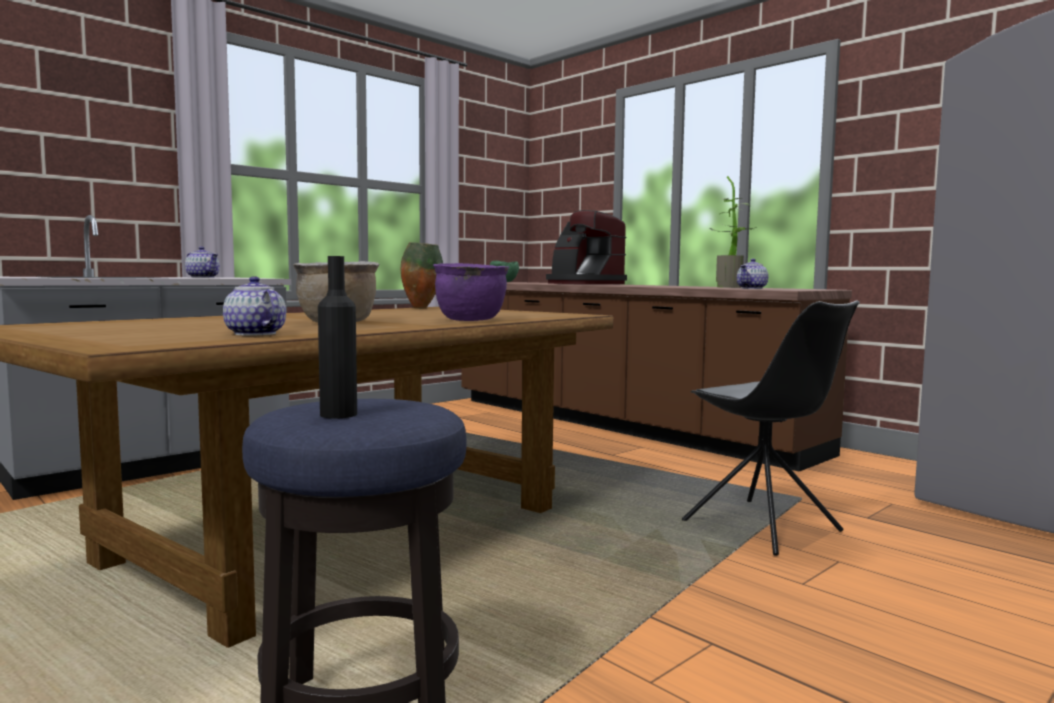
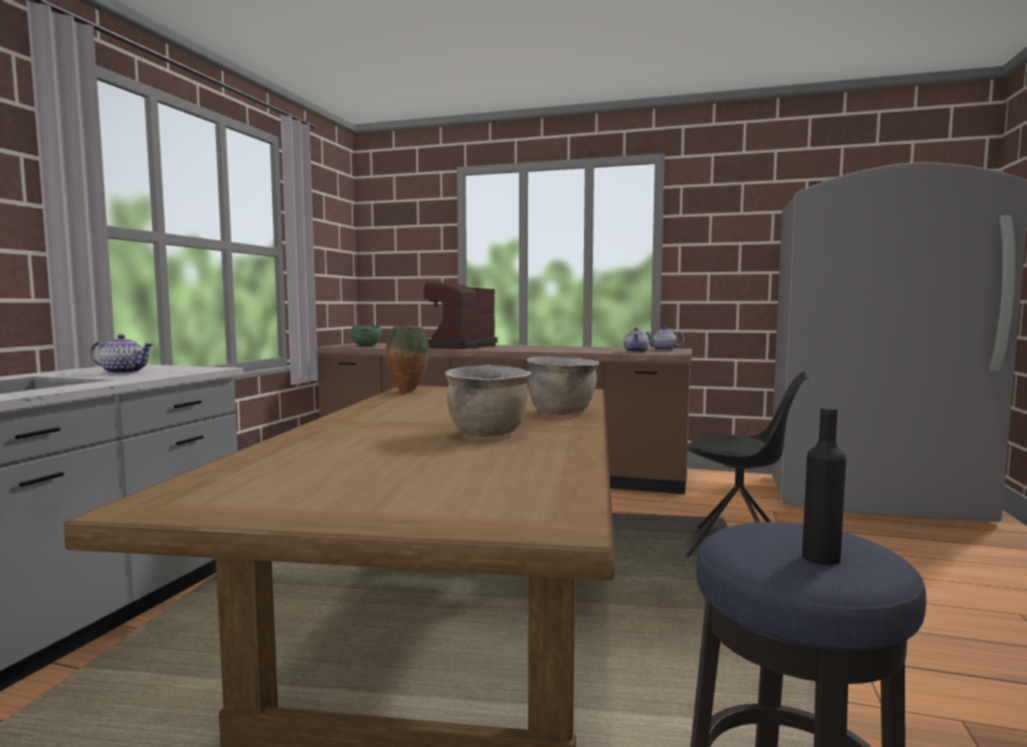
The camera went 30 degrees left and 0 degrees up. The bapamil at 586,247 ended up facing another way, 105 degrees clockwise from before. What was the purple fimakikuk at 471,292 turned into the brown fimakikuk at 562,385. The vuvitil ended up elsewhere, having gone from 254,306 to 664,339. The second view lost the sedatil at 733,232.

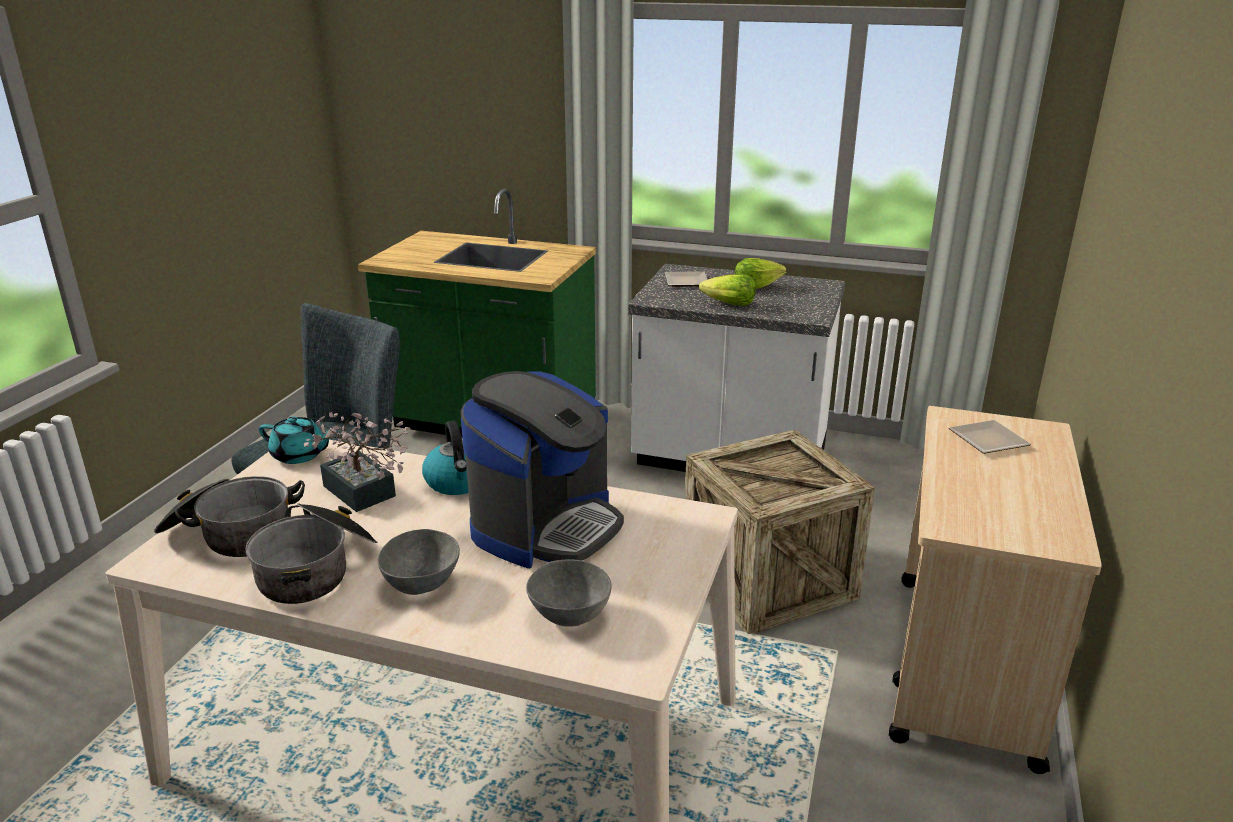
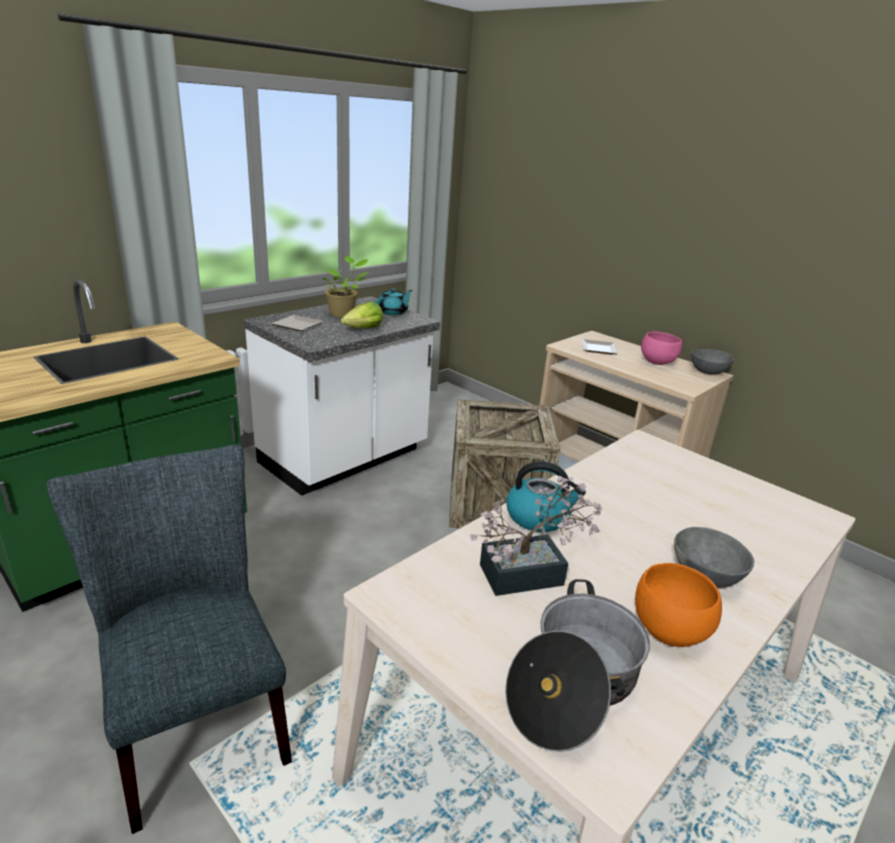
The camera went 65 degrees left and 0 degrees up. Where the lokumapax stood at 760,273, the sedatil came to stand at 345,287. The turquoise vuvitil ended up elsewhere, having gone from 294,440 to 393,301. Where the fimakikuk stood at 311,553, the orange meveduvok came to stand at 678,605. The second view gained the pink meveduvok at 661,348. The grey meveduvok ended up elsewhere, having gone from 569,593 to 712,362. The second view lost the bapamil at 542,470.

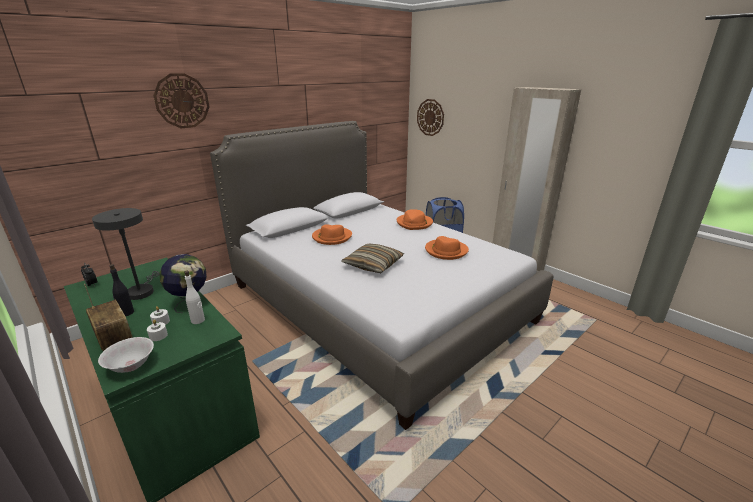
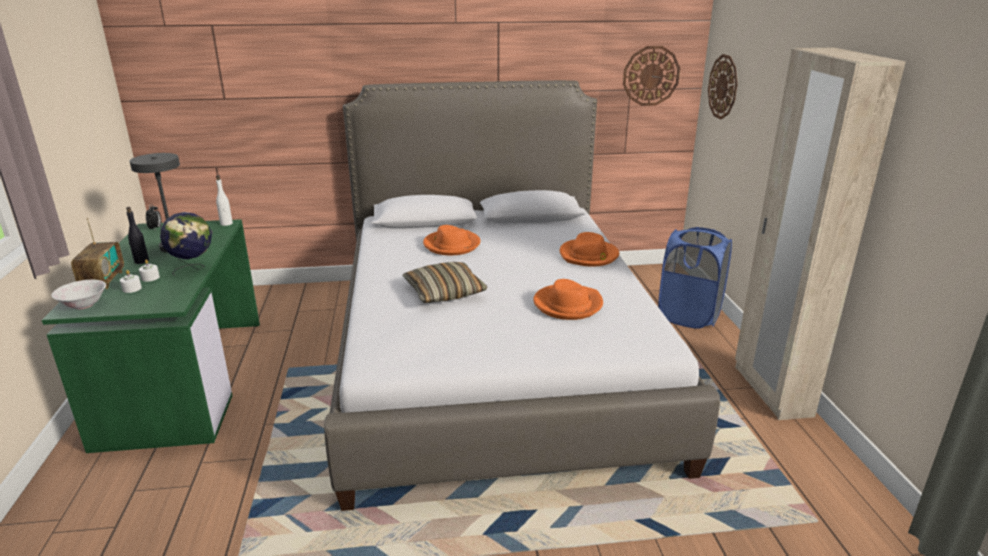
The camera went 35 degrees right and 0 degrees up. The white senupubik ended up elsewhere, having gone from 194,297 to 224,200. The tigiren ended up elsewhere, having gone from 181,100 to 651,76.

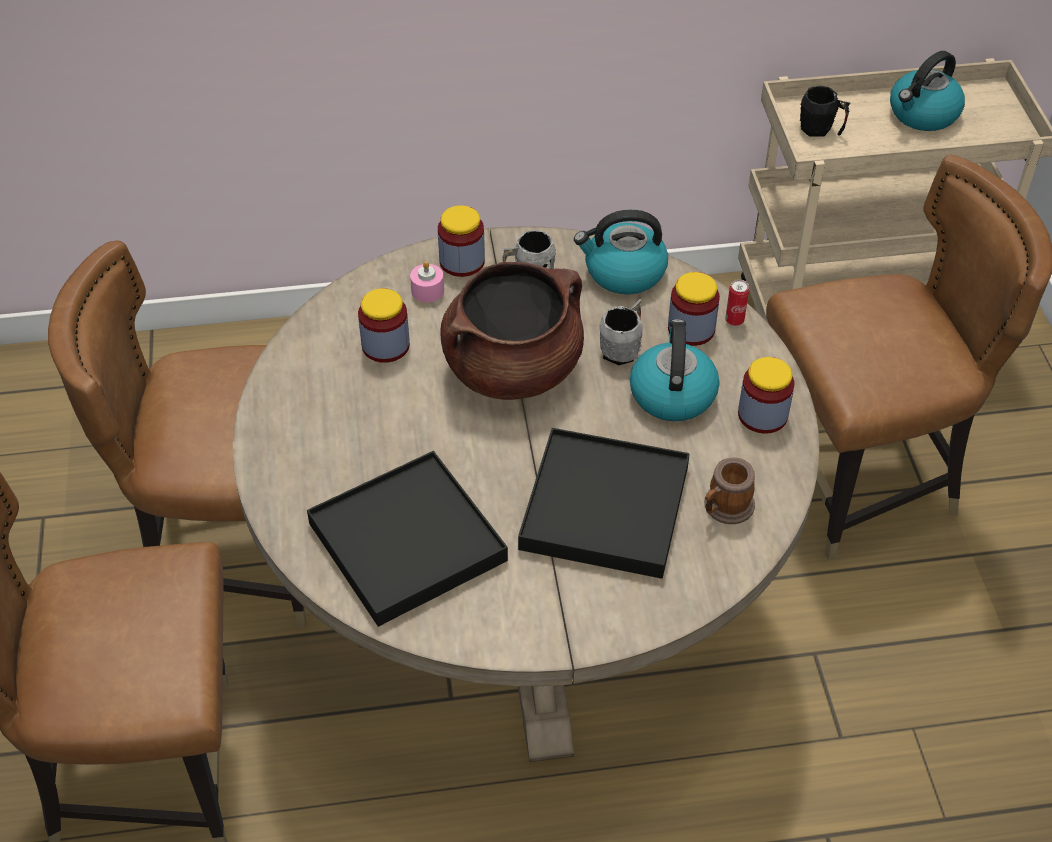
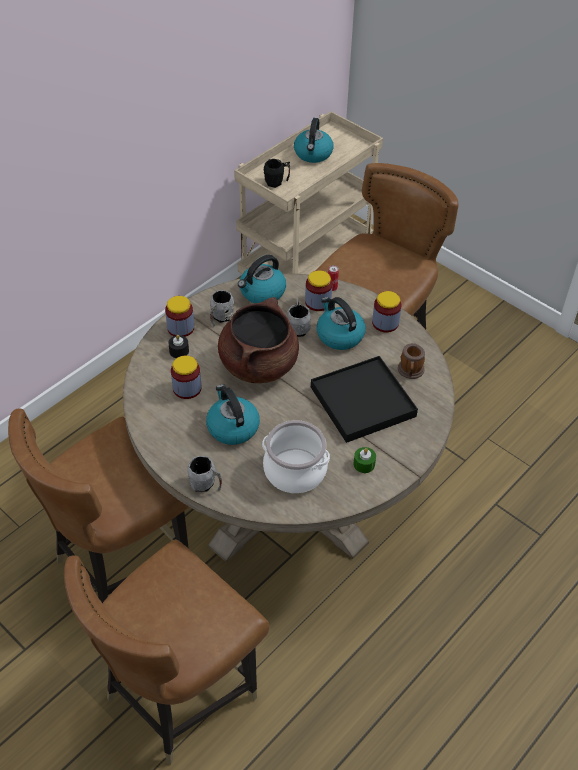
The camera went 40 degrees left and 0 degrees up. What was the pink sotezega at 427,281 turned into the black sotezega at 178,346. The second view gained the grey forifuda at 204,473. The second view gained the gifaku at 233,414. Where the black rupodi stood at 407,539, the fimakikuk came to stand at 296,456. The second view gained the green sotezega at 364,460.

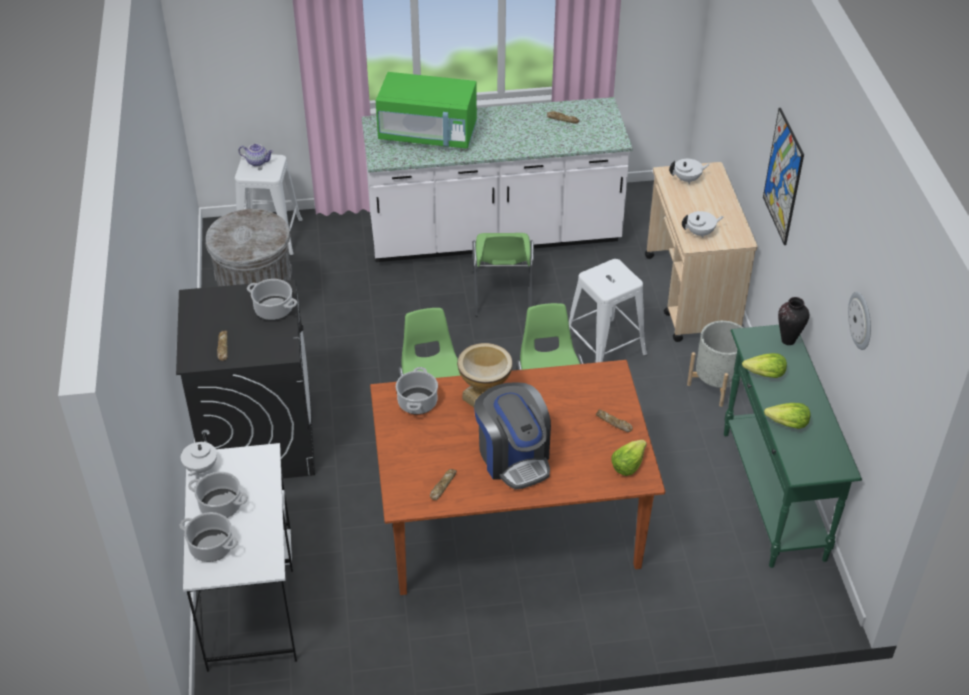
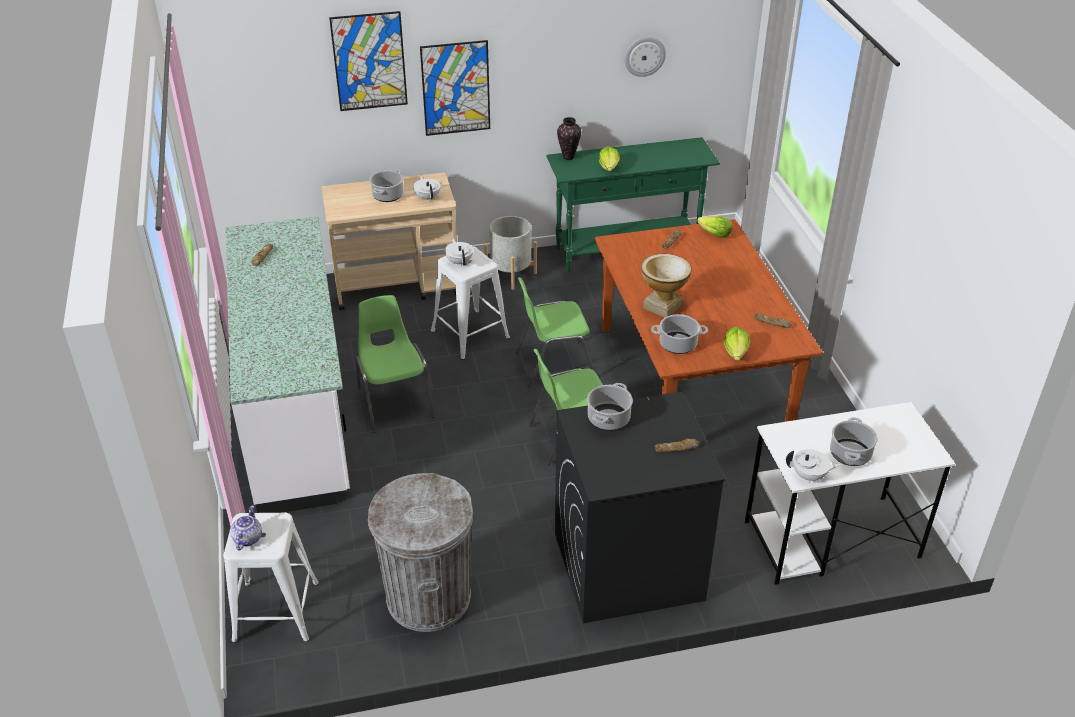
The camera went 95 degrees left and 5 degrees down. The second view gained the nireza at 368,61. The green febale at 503,274 ended up facing another way, 105 degrees counterclockwise from before. The fimakikuk ended up elsewhere, having gone from 208,537 to 386,186. The white vuvitil ended up elsewhere, having gone from 689,171 to 459,252. The lokumapax ended up elsewhere, having gone from 787,416 to 737,344. The second view lost the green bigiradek at 426,110. The second view lost the bapamil at 512,436.

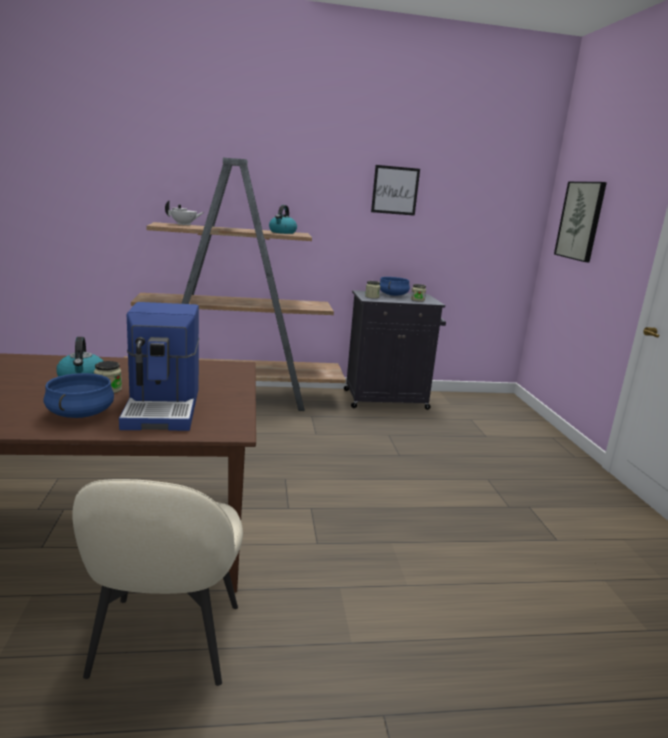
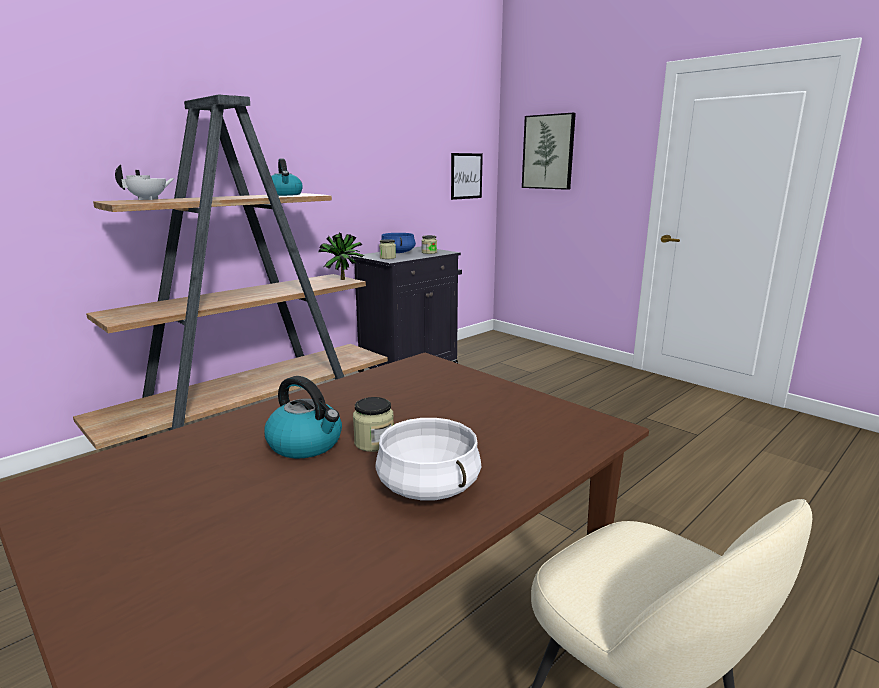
The camera went 35 degrees left and 0 degrees up. The second view gained the sedatil at 341,256. What was the blue fimakikuk at 78,395 turned into the white fimakikuk at 428,459. The nireza ended up elsewhere, having gone from 395,190 to 467,176. The second view lost the bapamil at 159,366.

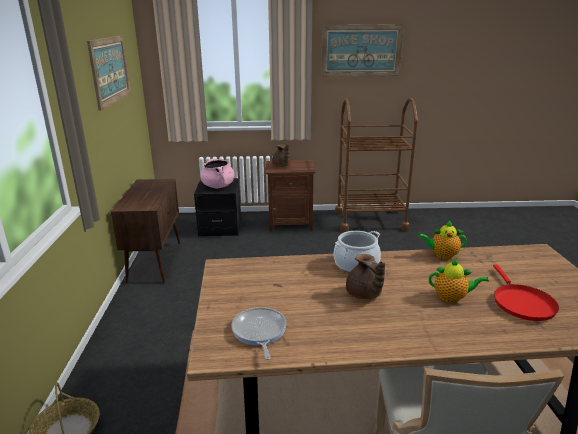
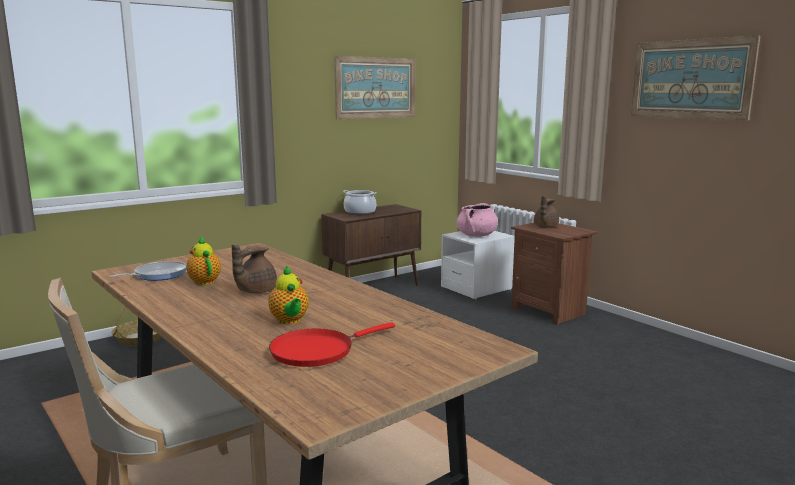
The camera went 55 degrees right and 10 degrees down. The vuvitil ended up elsewhere, having gone from 442,240 to 203,260. The fimakikuk ended up elsewhere, having gone from 357,252 to 360,202. What was the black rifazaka at 217,207 turned into the white rifazaka at 478,265. The second view lost the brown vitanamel at 376,165.

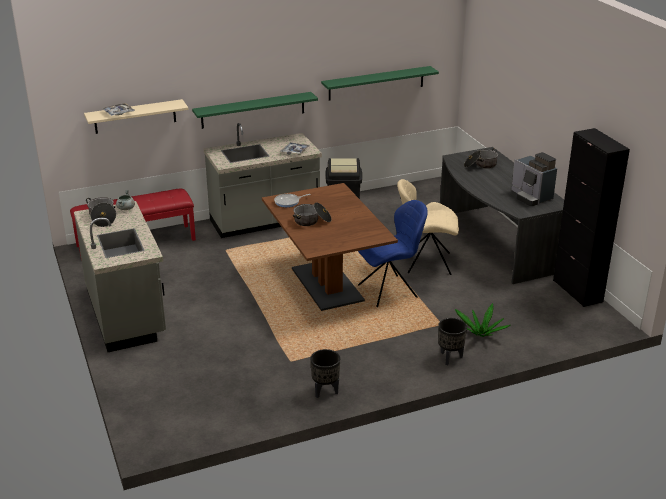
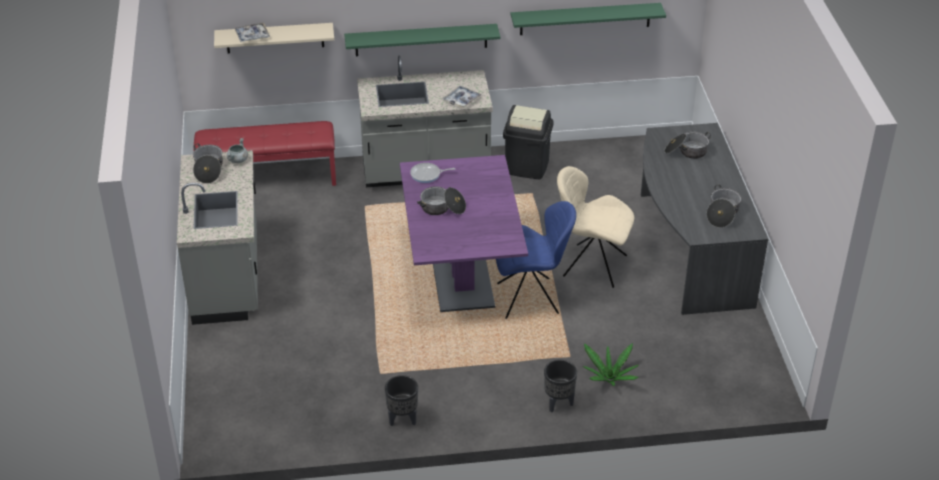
The camera went 15 degrees right and 10 degrees up. What was the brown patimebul at 330,247 turned into the purple patimebul at 464,233. Where the bapamil stood at 534,179, the fimakikuk came to stand at 724,206. The second view lost the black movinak at 591,217.

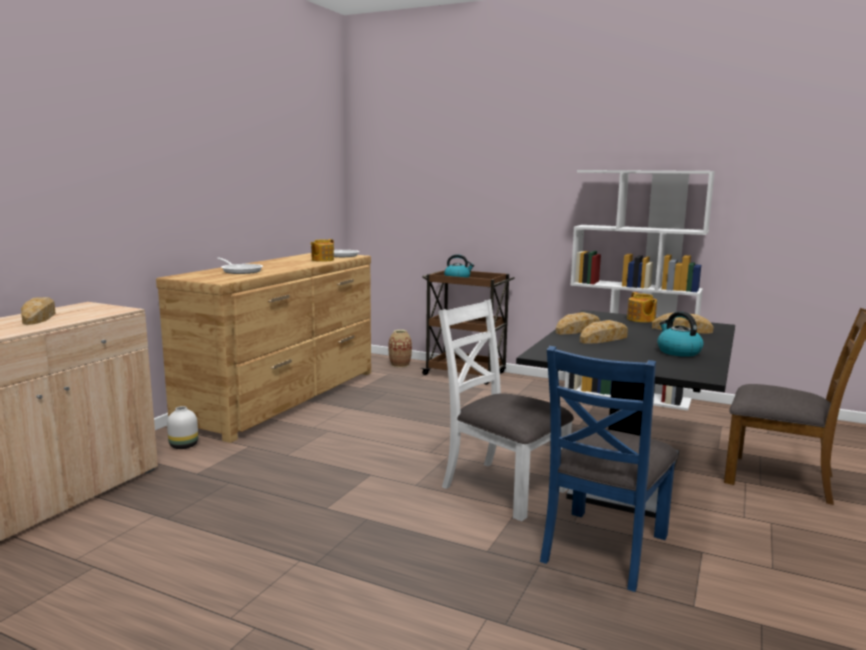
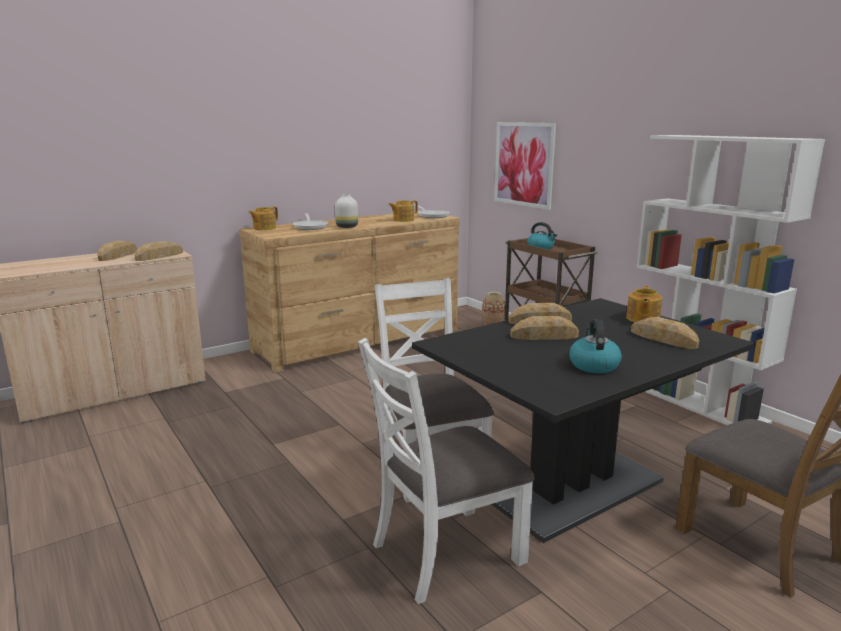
The camera went 30 degrees right and 5 degrees up. The second view gained the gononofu at 158,251. The second view gained the vuvitil at 263,218. The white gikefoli ended up elsewhere, having gone from 182,427 to 346,211. What was the blue febale at 609,469 turned into the white febale at 446,471. The second view gained the nireza at 525,166.

